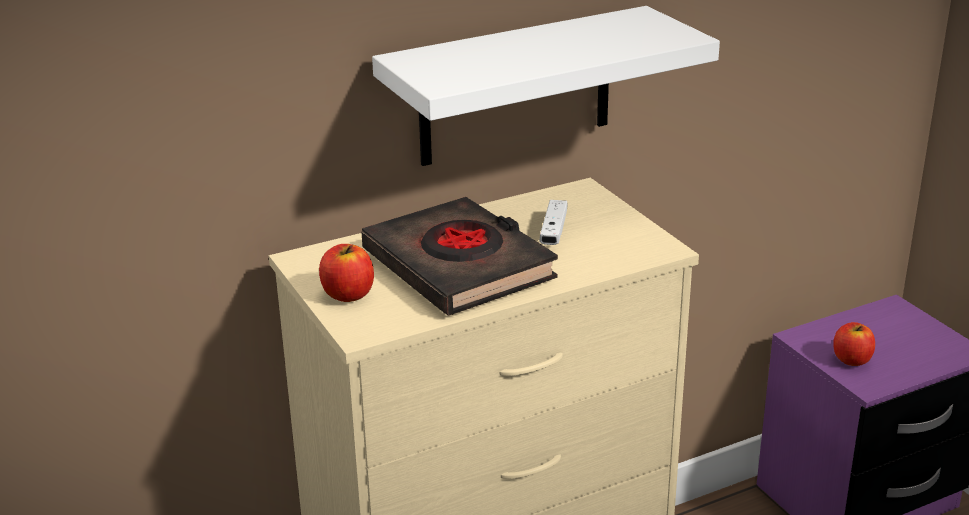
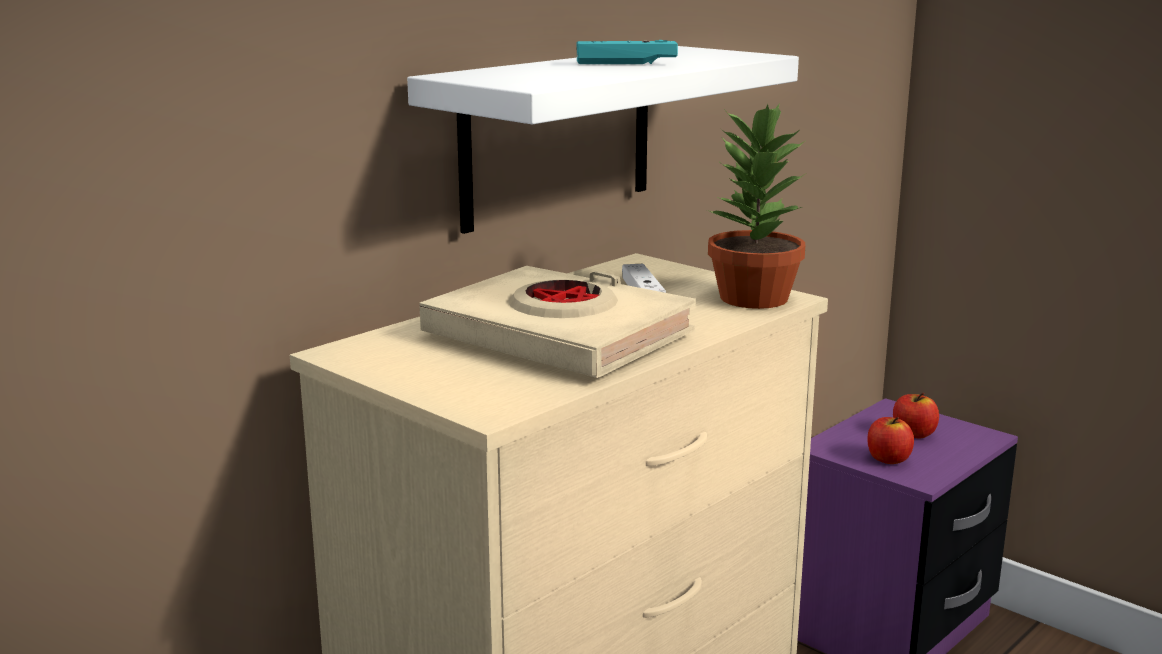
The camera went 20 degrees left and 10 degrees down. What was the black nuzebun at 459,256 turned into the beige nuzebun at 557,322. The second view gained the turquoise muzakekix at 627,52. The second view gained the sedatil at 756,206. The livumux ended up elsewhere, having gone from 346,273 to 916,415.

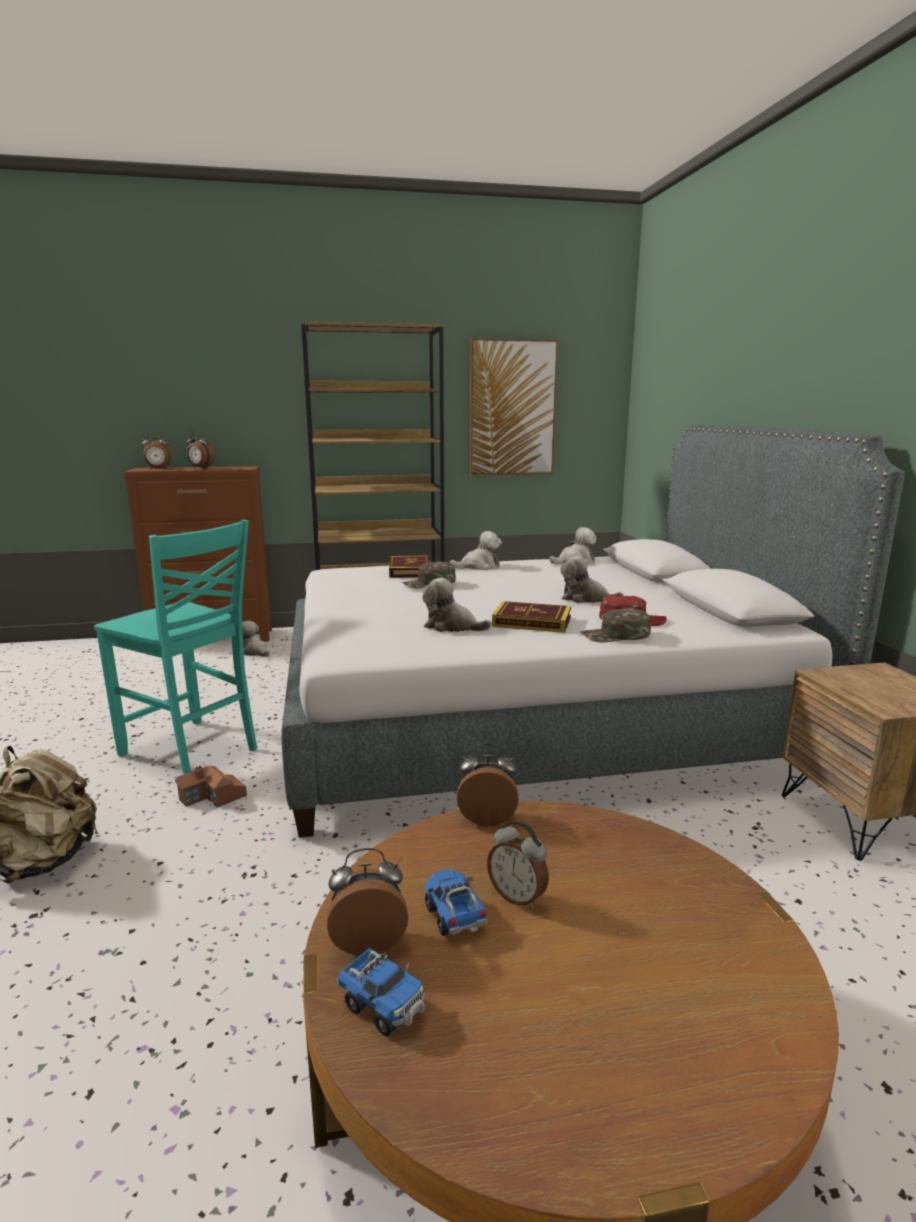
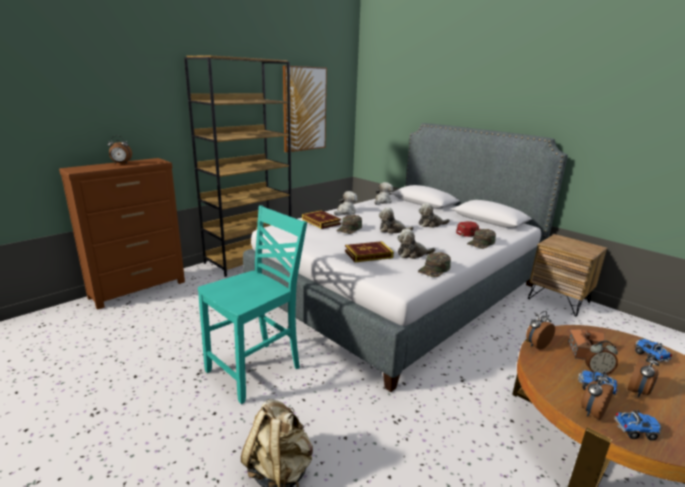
The camera went 35 degrees left and 5 degrees up. The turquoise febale at 175,647 ended up facing another way, 45 degrees counterclockwise from before. The nuzebun ended up elsewhere, having gone from 531,617 to 369,251. The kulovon ended up elsewhere, having gone from 256,639 to 396,220. The second view gained the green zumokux at 434,264. The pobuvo ended up elsewhere, having gone from 211,786 to 586,344. The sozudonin ended up elsewhere, having gone from 157,450 to 643,375. The second view gained the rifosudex at 653,350.

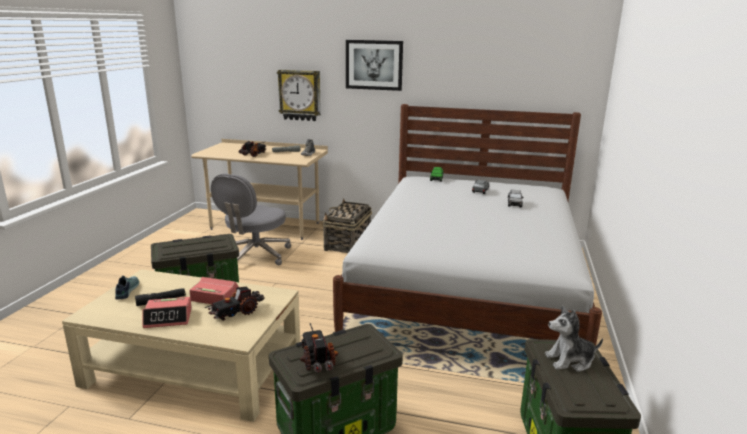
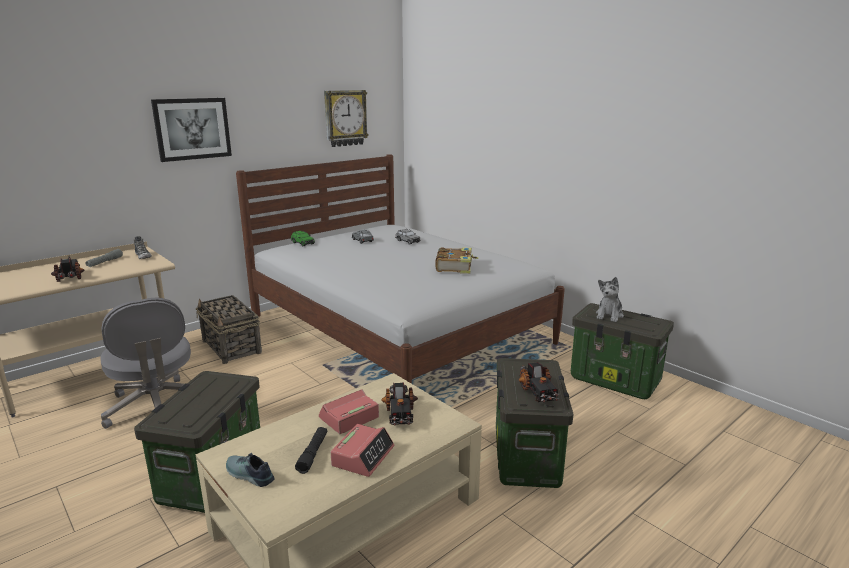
The camera went 55 degrees left and 0 degrees up. The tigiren ended up elsewhere, having gone from 299,95 to 346,118. The second view gained the nuzebun at 457,260. The rifosudex at 319,348 ended up facing another way, 120 degrees counterclockwise from before.

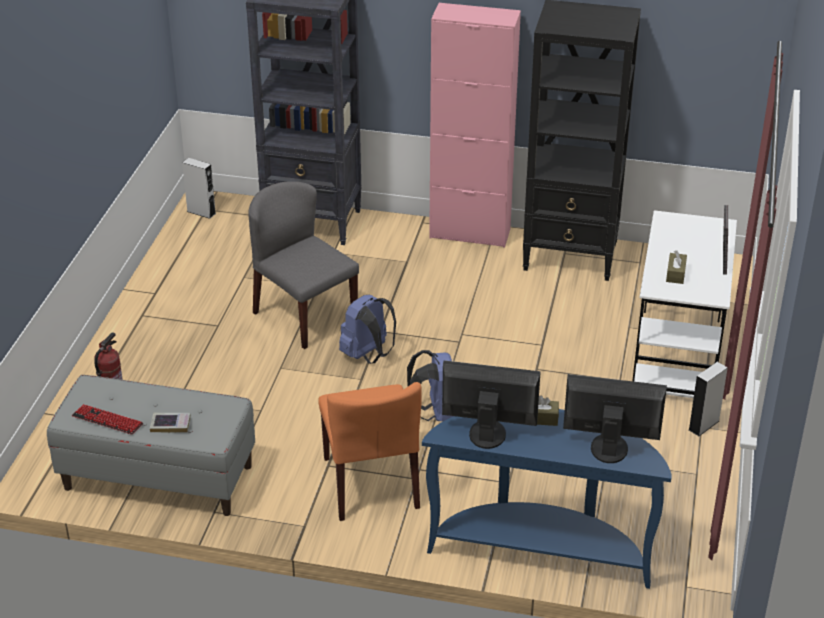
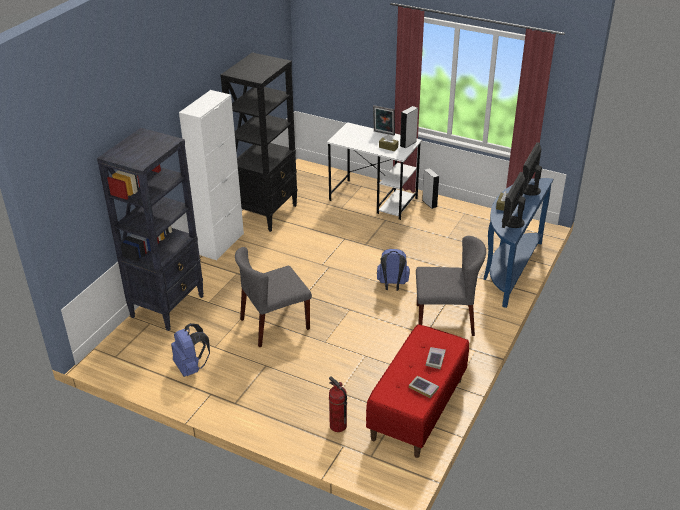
The camera went 75 degrees left and 0 degrees up. The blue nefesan ended up elsewhere, having gone from 367,329 to 190,350. What was the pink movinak at 475,125 turned into the white movinak at 211,175. What was the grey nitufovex at 151,445 turned into the red nitufovex at 417,391. The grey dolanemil ended up elsewhere, having gone from 199,188 to 409,127. Where the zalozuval stood at 107,419, the nuzebun came to stand at 424,387. What was the orange febale at 370,451 turned into the grey febale at 451,286.

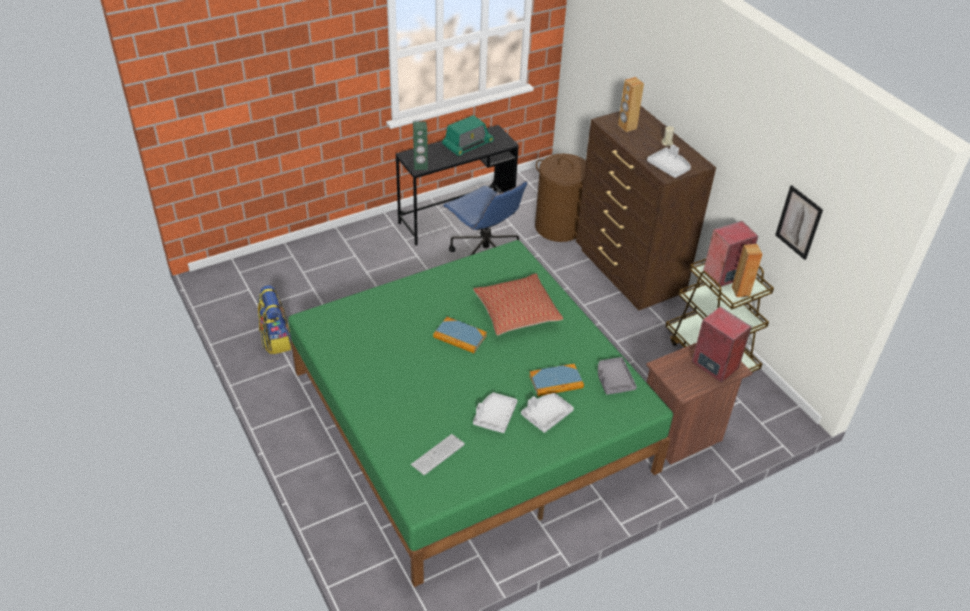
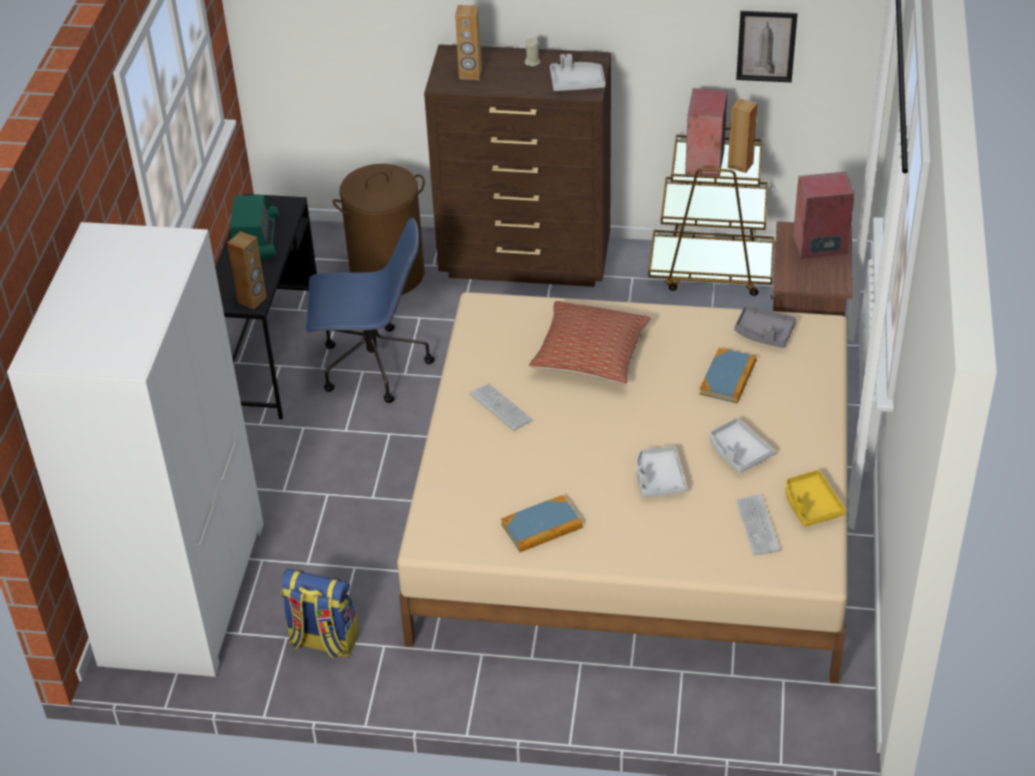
The camera went 50 degrees left and 0 degrees up. The second view gained the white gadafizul at 135,449. What was the green dolanemil at 420,146 turned into the brown dolanemil at 247,270. What was the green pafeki at 480,413 turned into the beige pafeki at 622,488. The second view gained the zalozuval at 501,407. The nuzebun ended up elsewhere, having gone from 460,335 to 541,523. The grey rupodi ended up elsewhere, having gone from 547,413 to 661,471. The second view gained the yellow rupodi at 816,498.

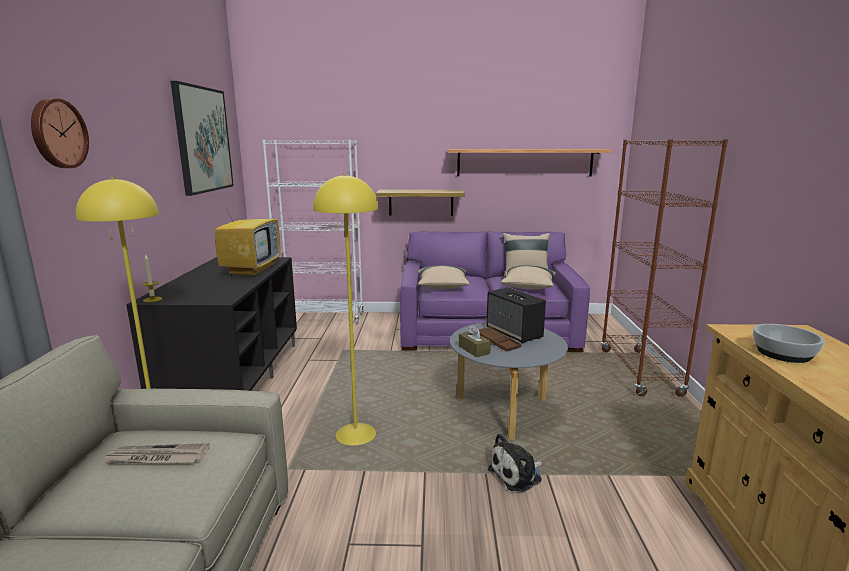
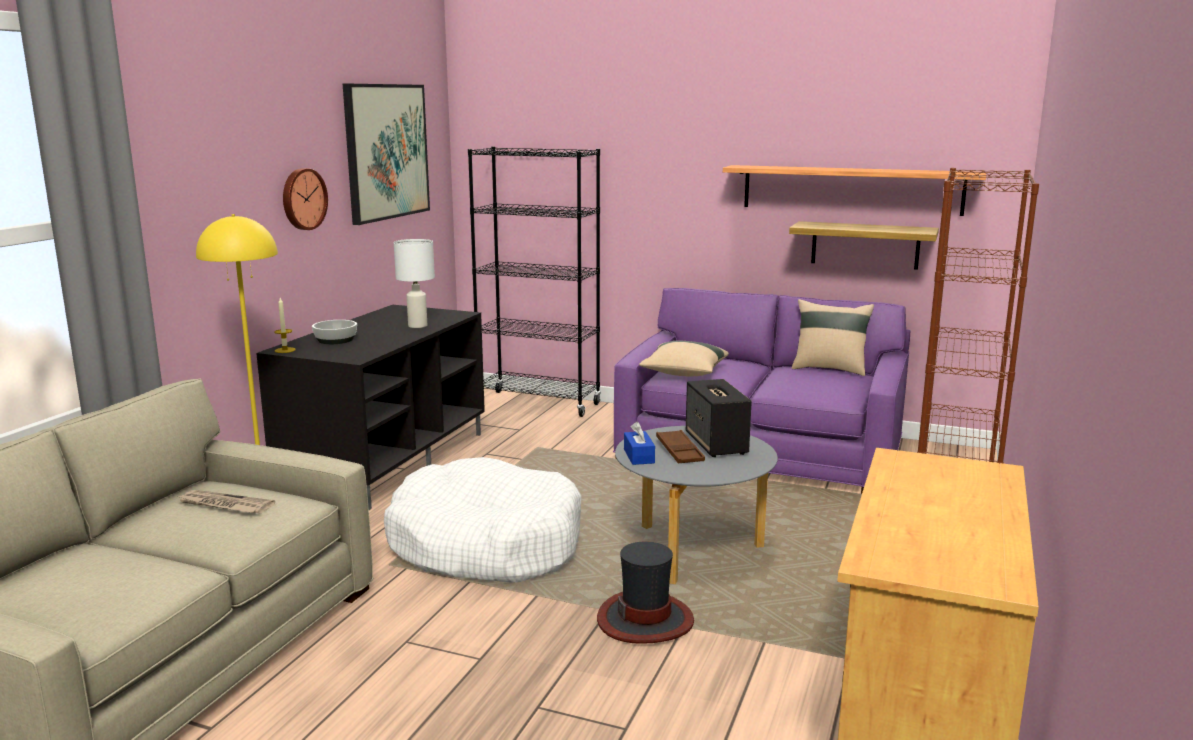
The camera went 20 degrees right and 0 degrees up. The tigiren ended up elsewhere, having gone from 60,133 to 305,199. The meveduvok ended up elsewhere, having gone from 789,343 to 334,332. Where the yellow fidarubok stood at 345,309, the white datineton came to stand at 482,520. Where the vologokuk stood at 248,232, the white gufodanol came to stand at 414,283. What was the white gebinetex at 313,232 turned into the black gebinetex at 534,282. Where the kulovon stood at 515,462, the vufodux came to stand at 645,593. What was the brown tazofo at 475,341 turned into the blue tazofo at 639,443. The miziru ended up elsewhere, having gone from 420,203 to 864,245. The second view lost the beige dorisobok at 528,277.

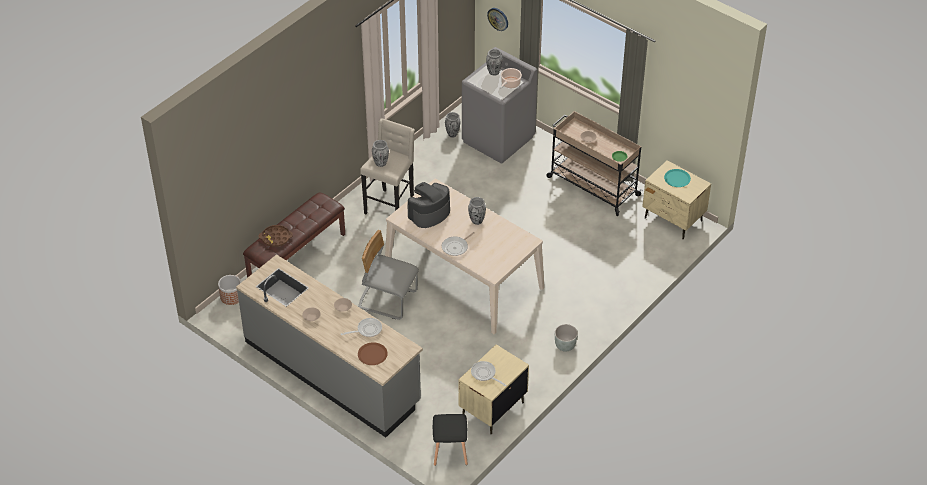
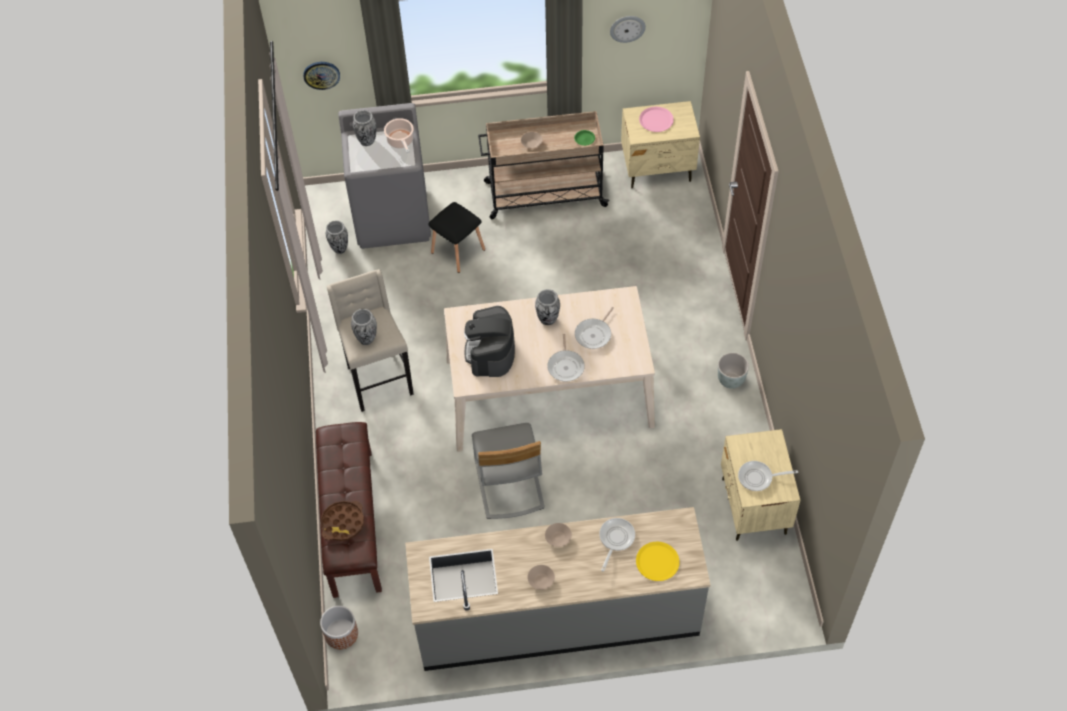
The camera went 45 degrees left and 10 degrees up. The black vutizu ended up elsewhere, having gone from 450,440 to 456,237. The grey febale at 388,275 ended up facing another way, 75 degrees counterclockwise from before. The second view gained the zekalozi at 594,328. The second view gained the tigiren at 628,29. What was the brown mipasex at 373,353 turned into the yellow mipasex at 657,561. What was the turquoise mipasex at 677,178 turned into the pink mipasex at 656,119.

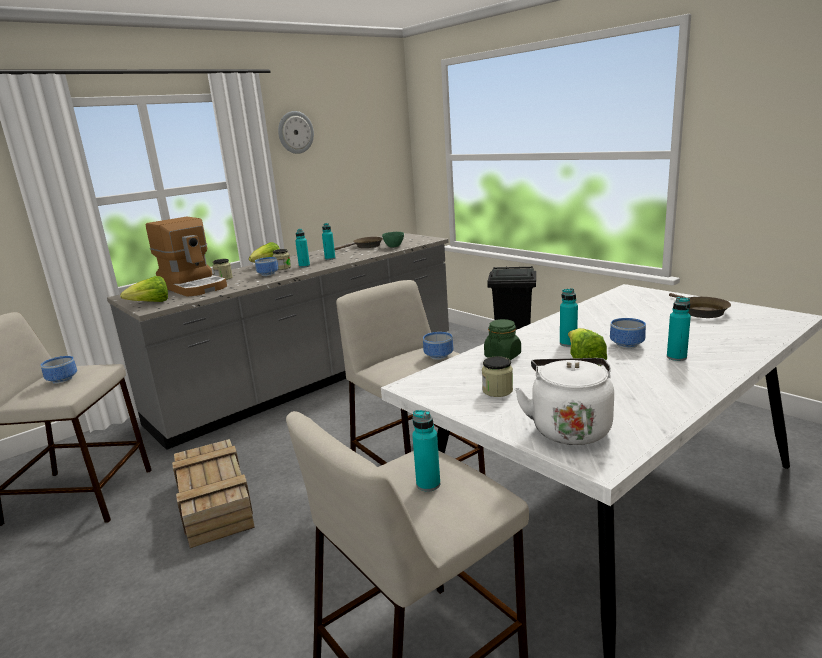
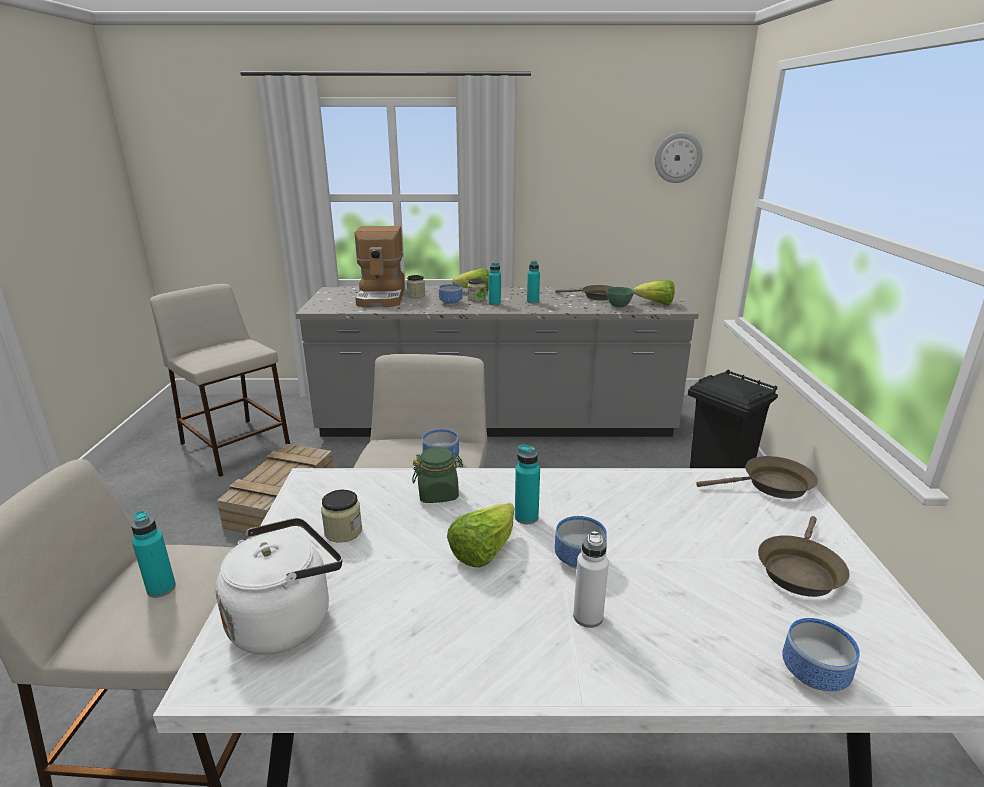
The camera went 40 degrees right and 5 degrees up. What was the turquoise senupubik at 679,329 turned into the white senupubik at 591,579. The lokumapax ended up elsewhere, having gone from 144,289 to 654,292. The tigiren ended up elsewhere, having gone from 296,132 to 678,158. The second view gained the brown zekalozi at 757,477. The meveduvok ended up elsewhere, having gone from 59,370 to 821,654.

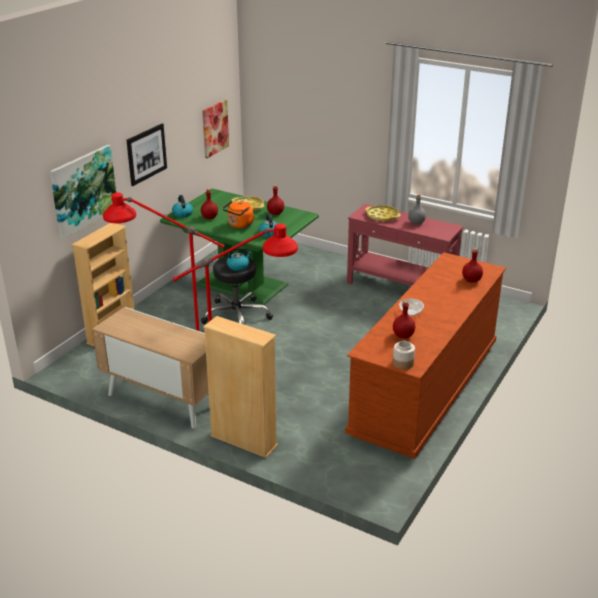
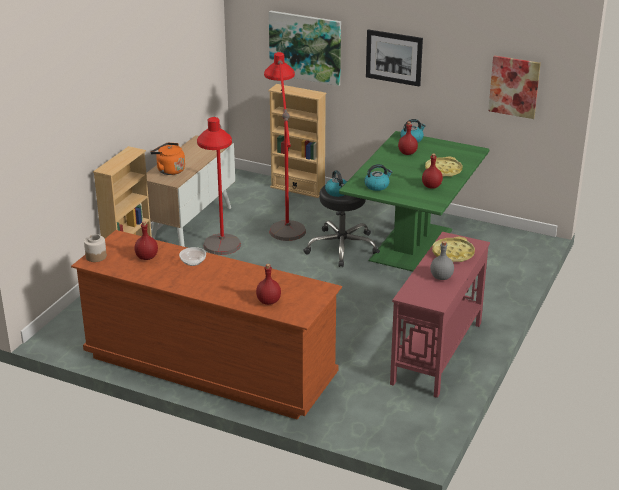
The camera went 85 degrees right and 0 degrees up. The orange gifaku ended up elsewhere, having gone from 238,215 to 167,159.

